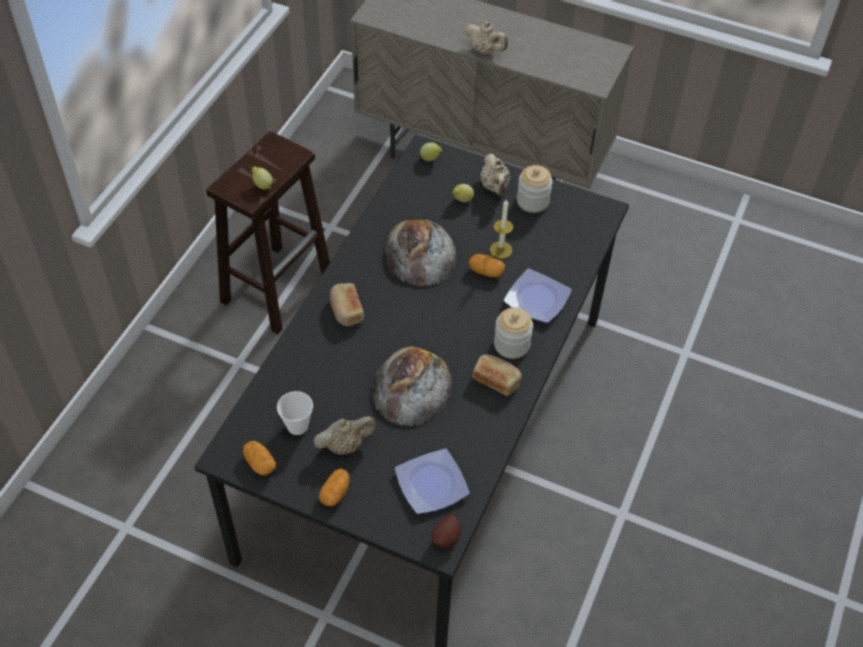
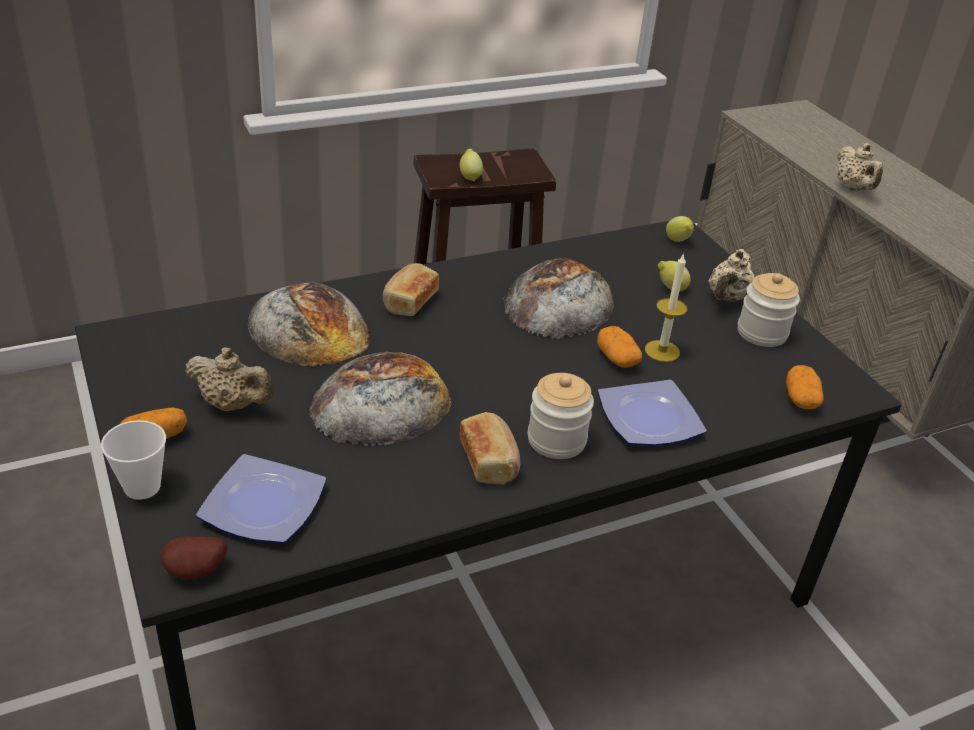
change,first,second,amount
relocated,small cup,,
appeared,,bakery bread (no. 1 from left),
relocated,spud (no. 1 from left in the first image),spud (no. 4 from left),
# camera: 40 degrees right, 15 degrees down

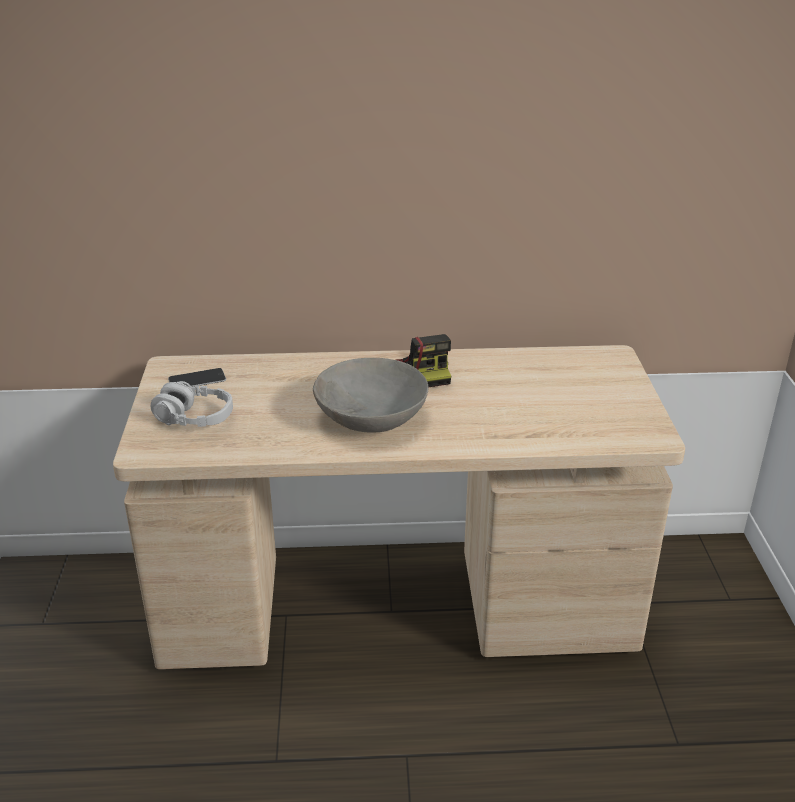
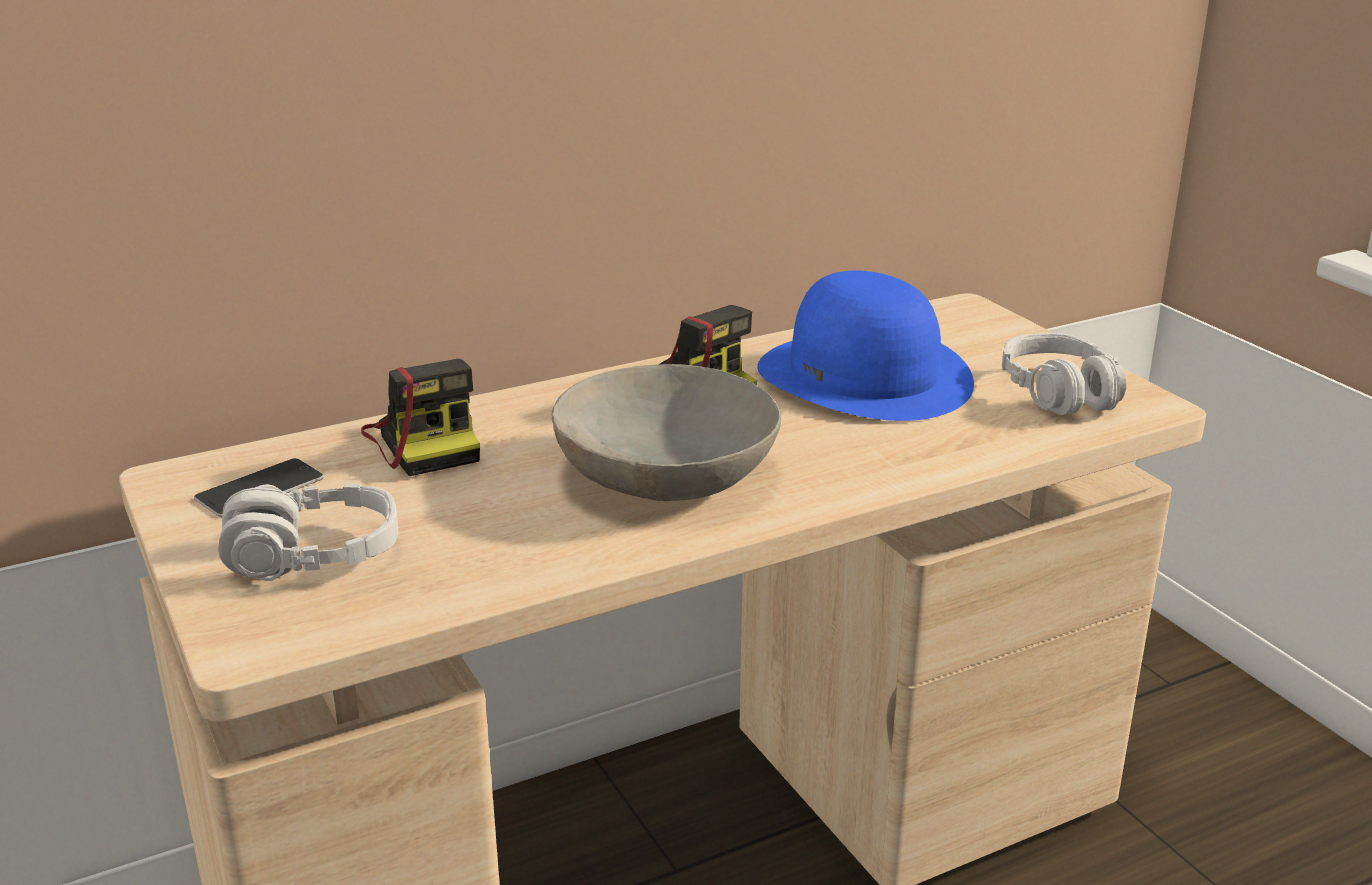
change,first,second,amount
appeared,,still camera (no. 1 from left),
appeared,,blue-coloured clothing hat,
appeared,,gray headphones (no. 2 from left),
# camera: 25 degrees left, 5 degrees down

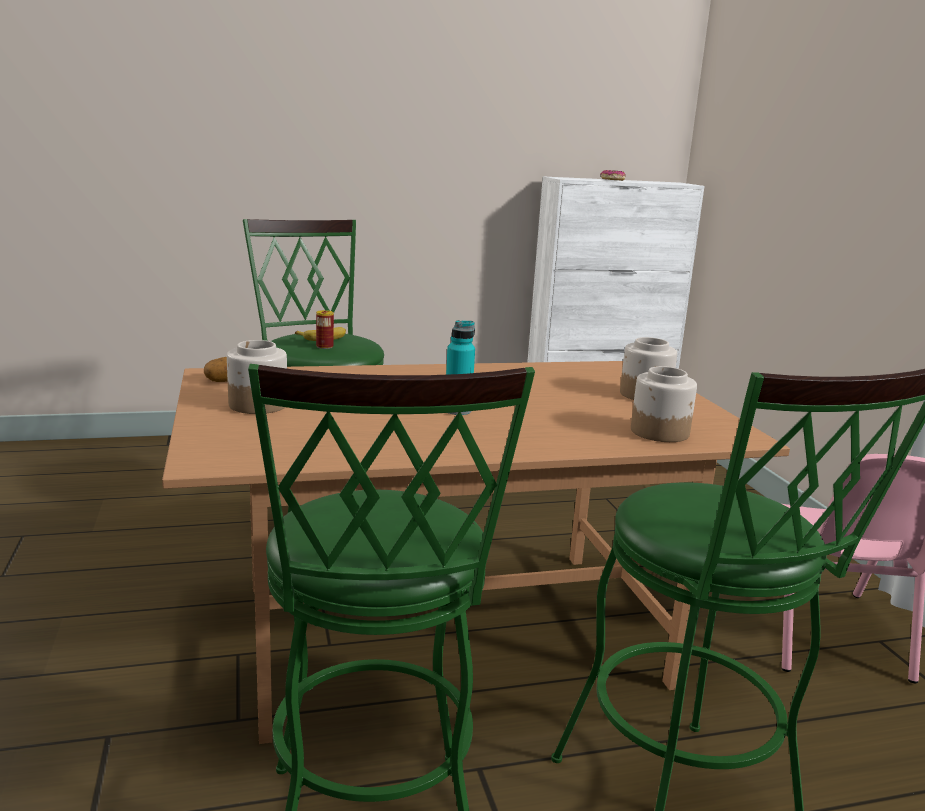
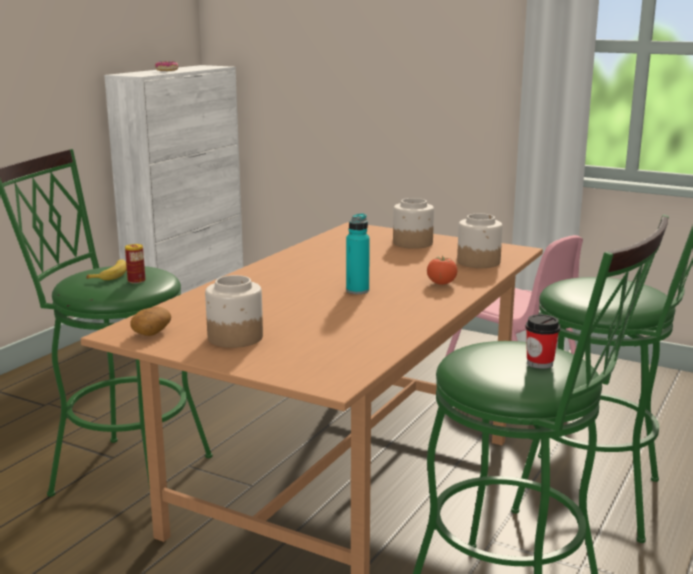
change,first,second,amount
appeared,,fresh tomato,
appeared,,small cup,
# camera: 45 degrees left, 0 degrees up

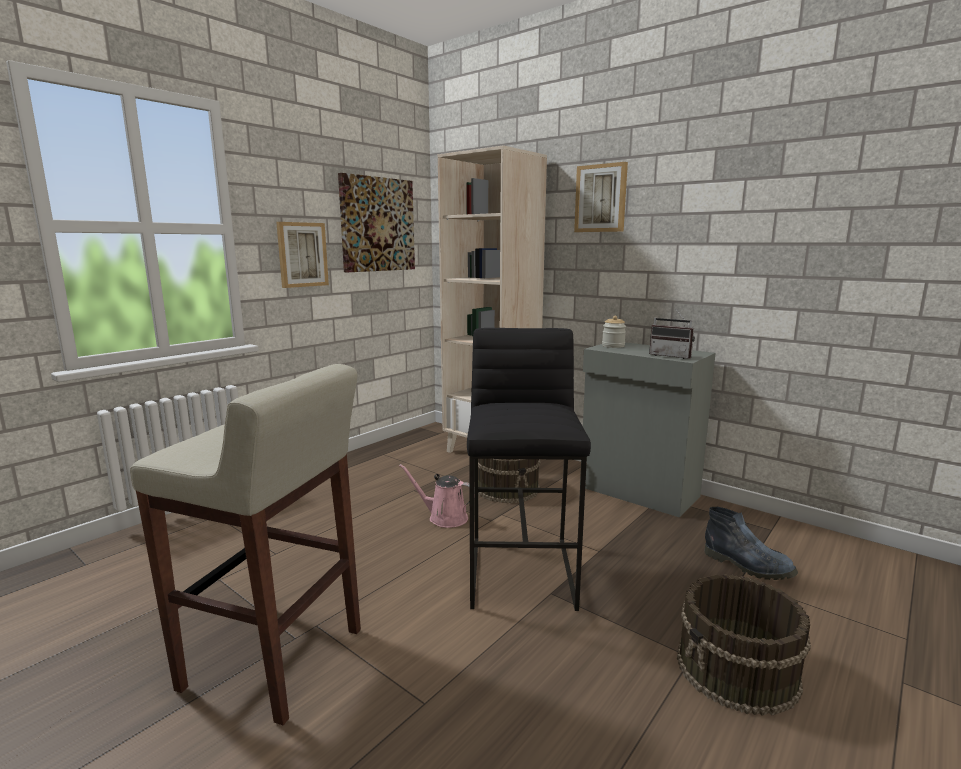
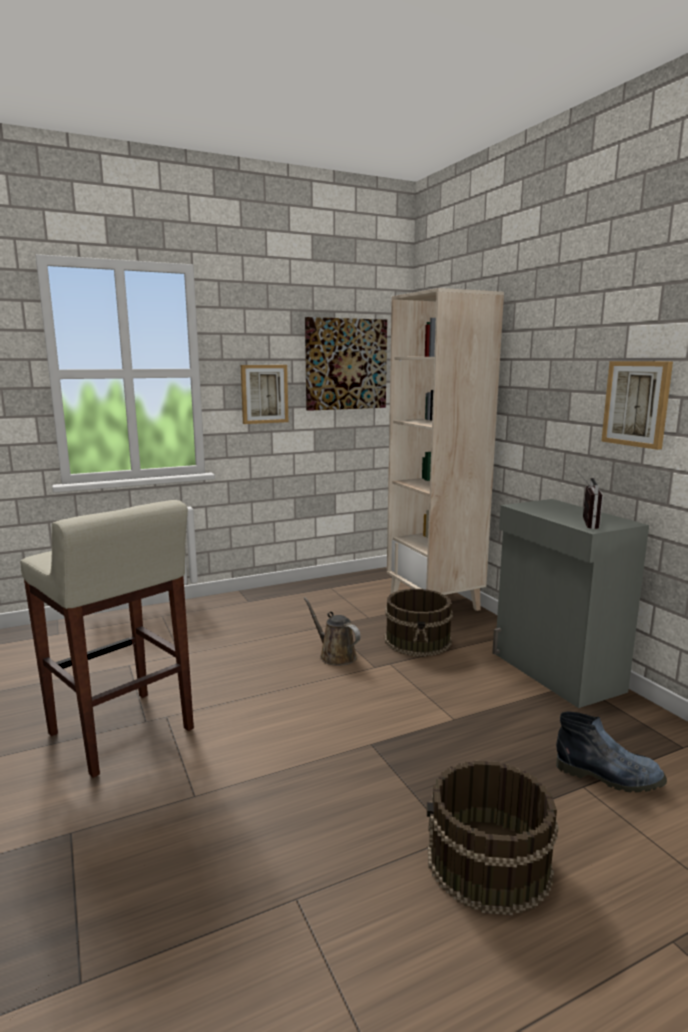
change,first,second,amount
colour,pinkish watering pot,brownish watering pot,
spun,high-top boot,,45 degrees counterclockwise
spun,radio,,135 degrees counterclockwise
relocated,picture (no. 3 from left),,
missing,black stool,,
missing,storage jar,,
# camera: 25 degrees right, 0 degrees up

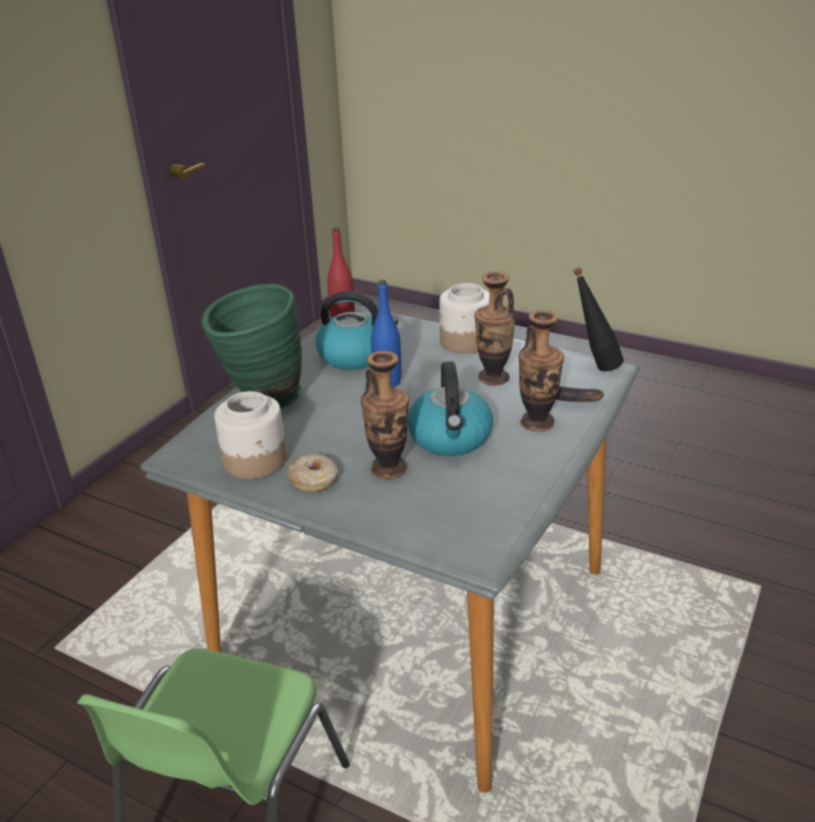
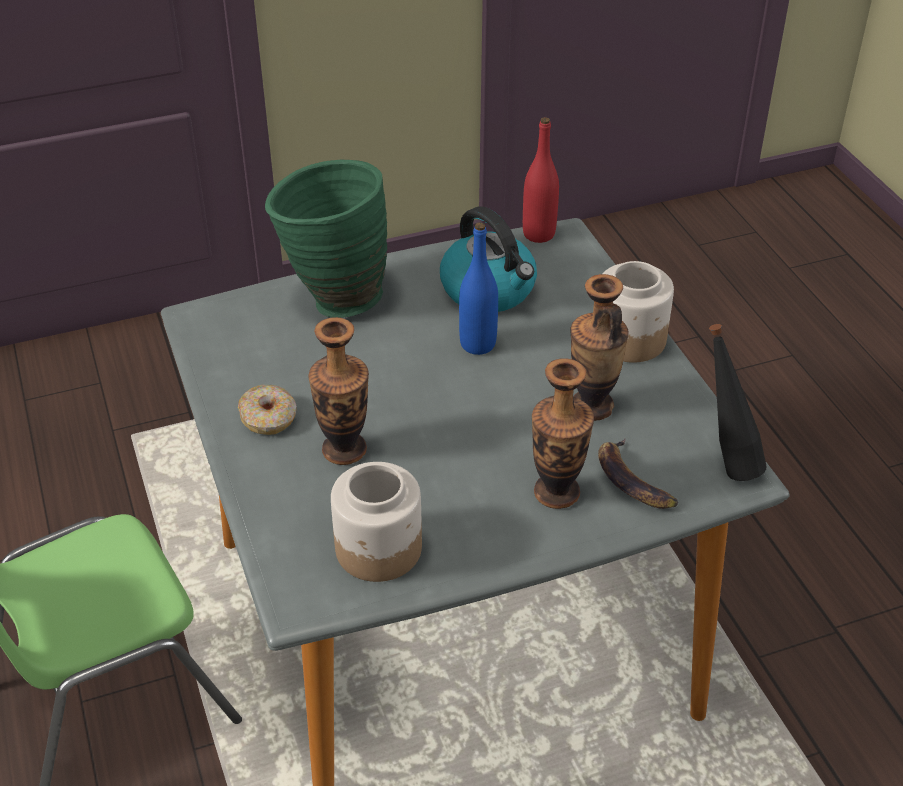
change,first,second,amount
relocated,storage jar (no. 1 from left),,
missing,kettle (no. 2 from left),,
# camera: 40 degrees right, 10 degrees up

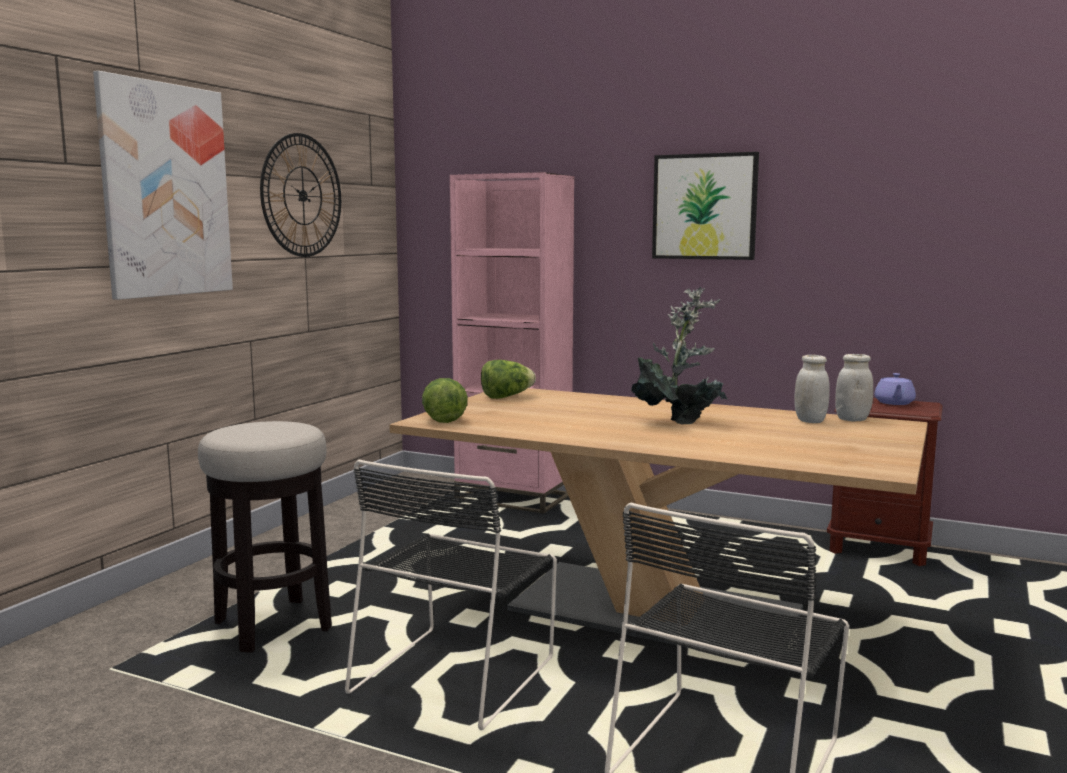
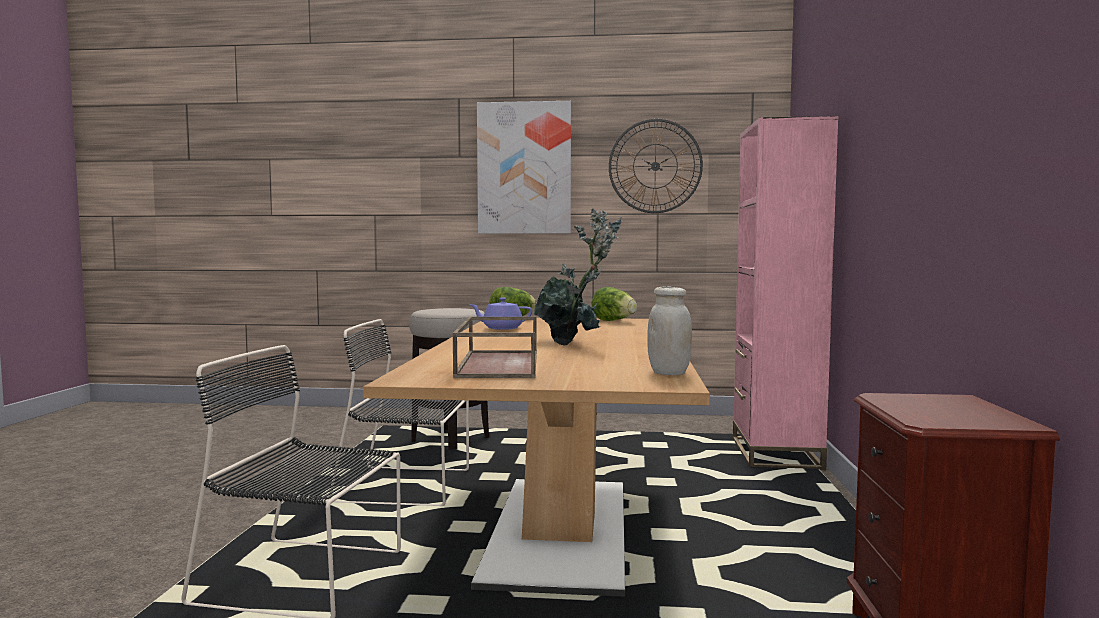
change,first,second,amount
appeared,,brownish tray,
relocated,purplish pot for tea,,
missing,picture (no. 2 from left),,
missing,white storage jar (no. 1 from left),,
# camera: 70 degrees right, 5 degrees down

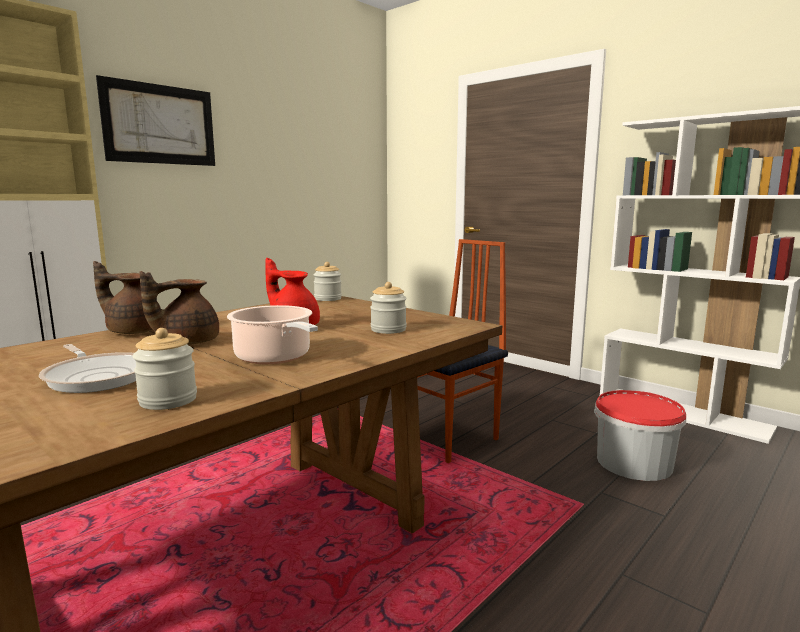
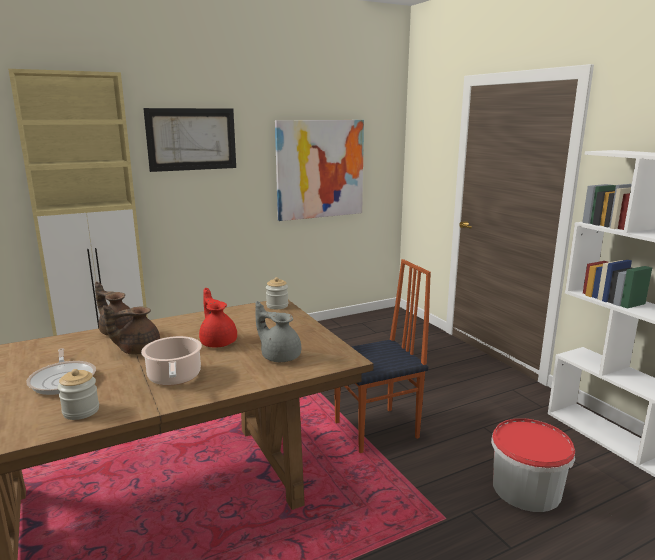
change,first,second,amount
exchanged,storage jar (no. 3 from left),gray pot for tea,
appeared,,picture (no. 2 from left),
# camera: 20 degrees right, 5 degrees up

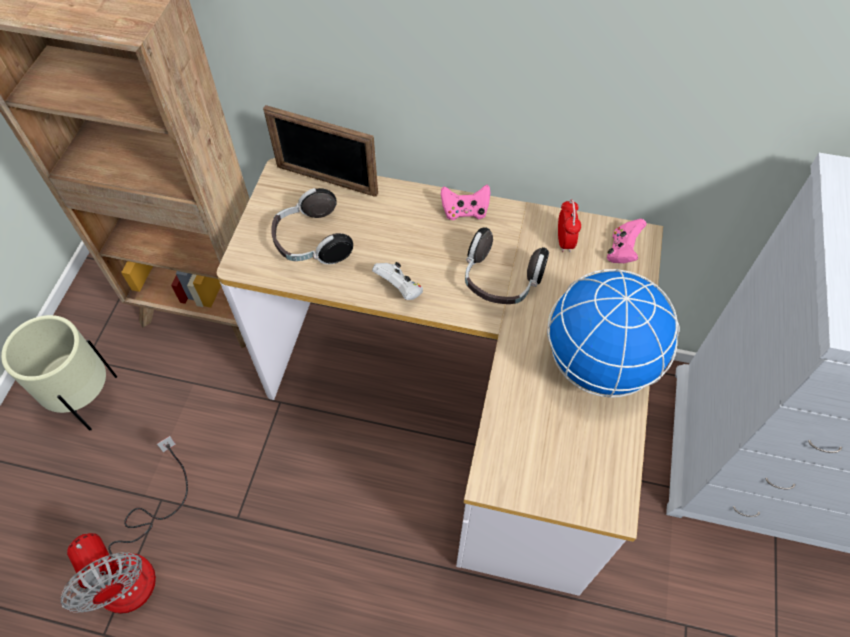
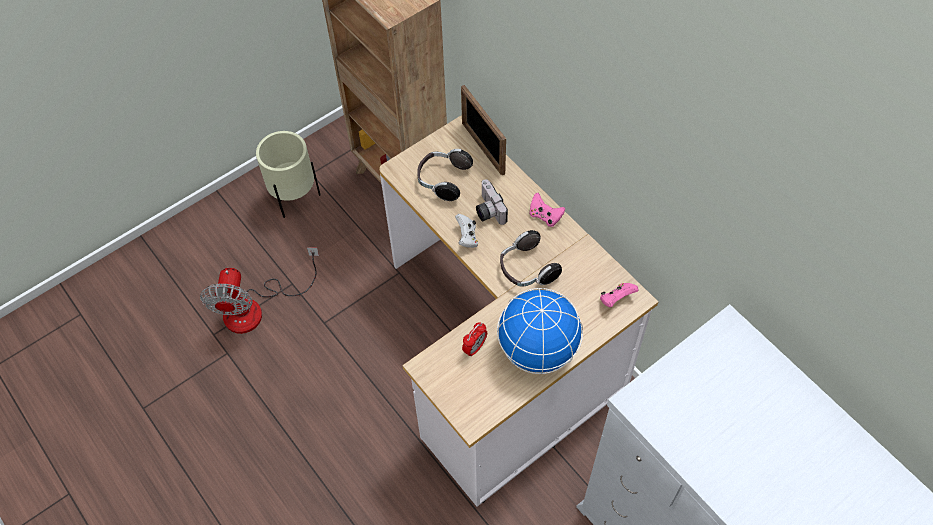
change,first,second,amount
relocated,alarm clock,,
appeared,,still camera,
# camera: 40 degrees right, 0 degrees up

